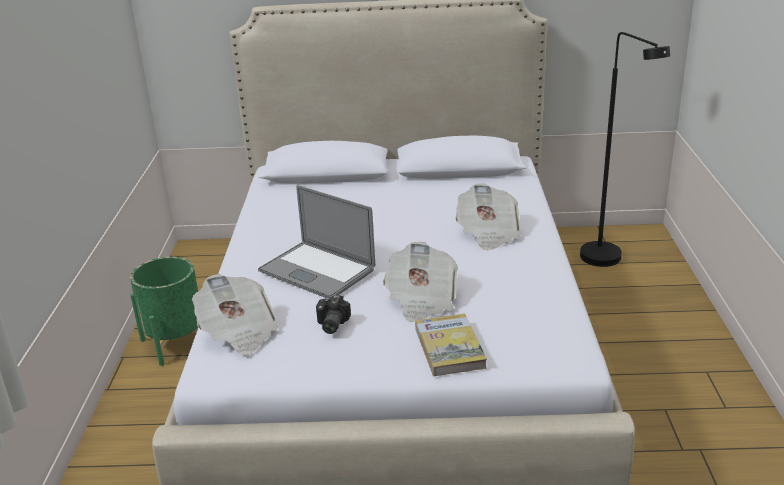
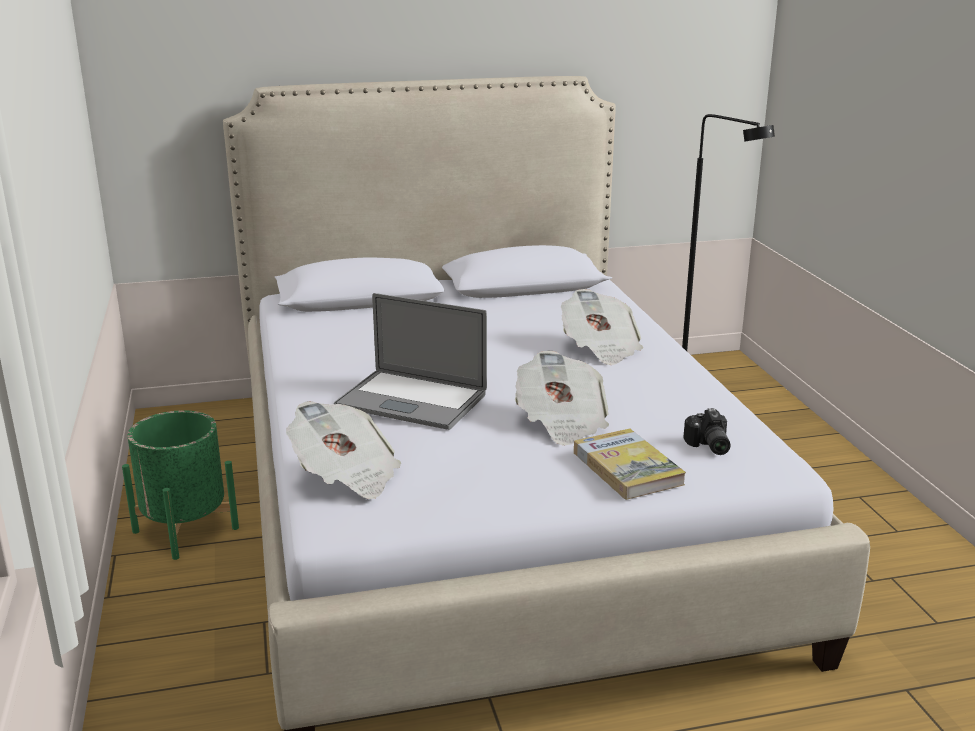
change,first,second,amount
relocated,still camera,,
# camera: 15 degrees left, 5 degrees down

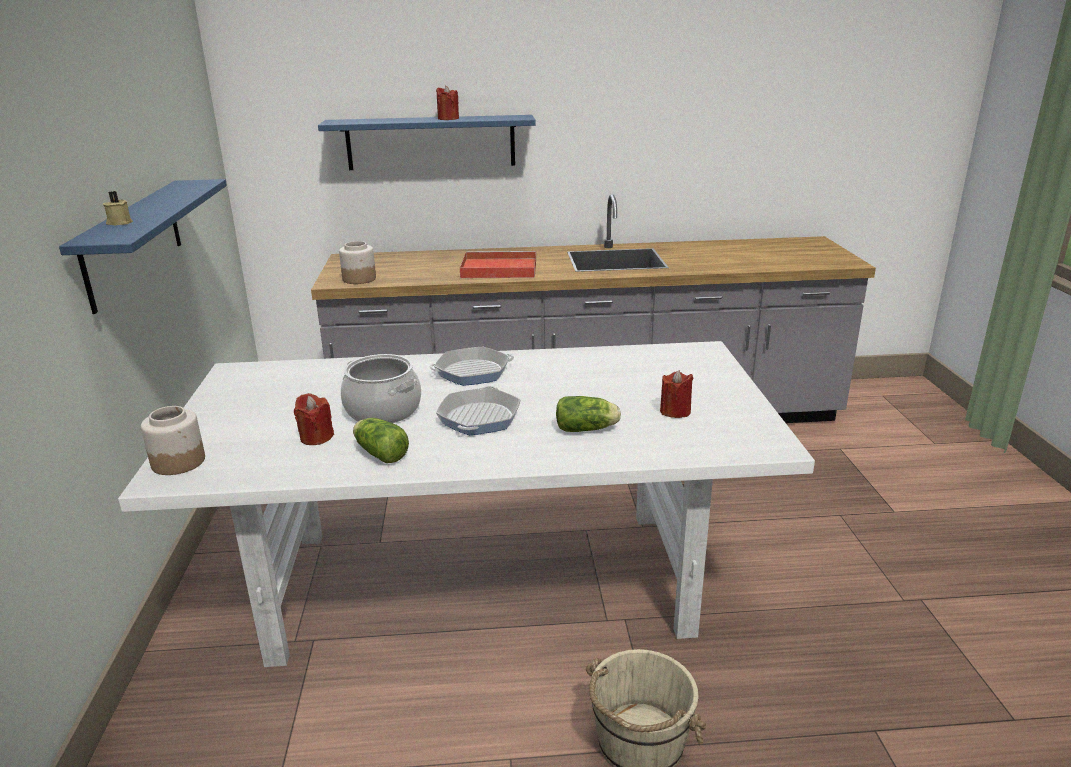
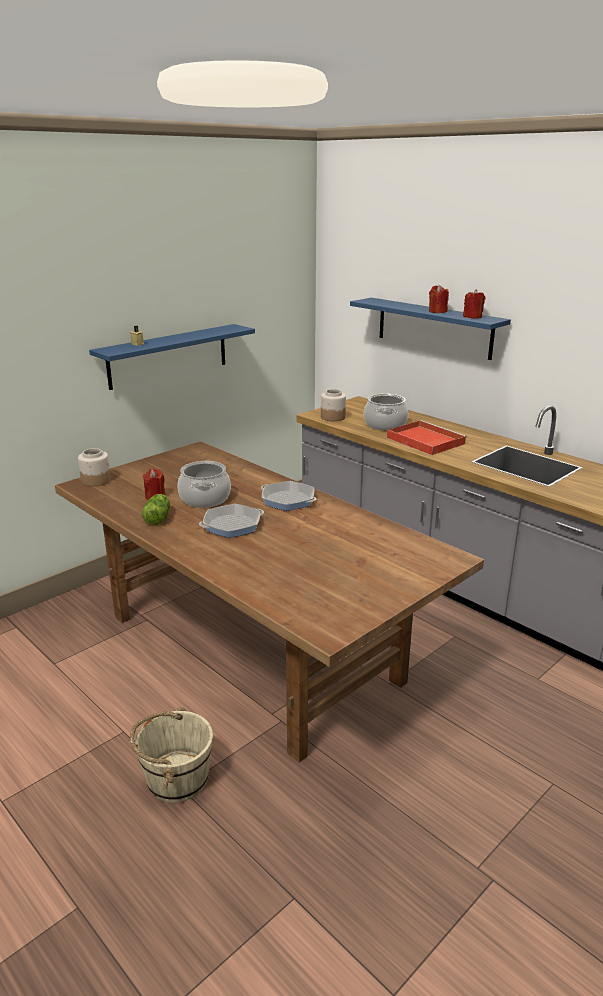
change,first,second,amount
colour,white dining table,brownish dining table,
appeared,,cooking pot (no. 2 from left),
relocated,red wax candle (no. 3 from left),,
missing,lettuce head (no. 2 from left),,
# camera: 50 degrees right, 0 degrees up

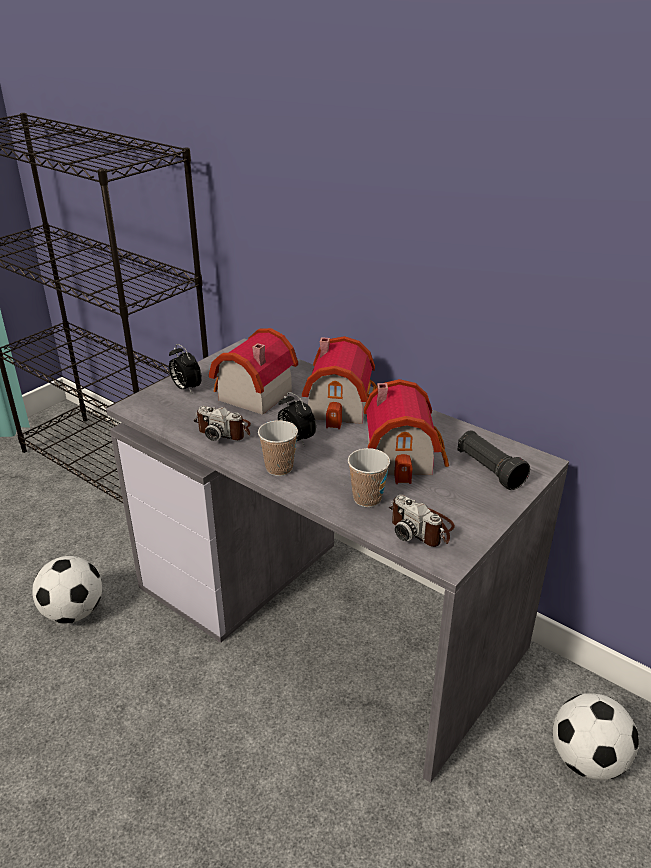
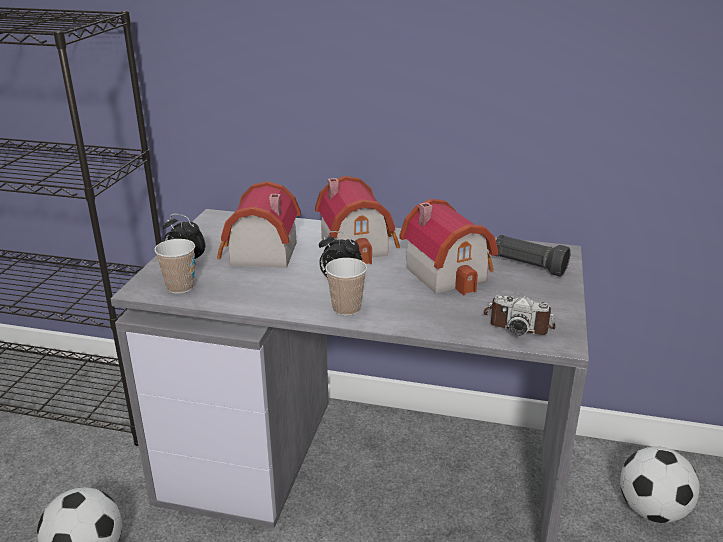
change,first,second,amount
relocated,small cup (no. 2 from left in the first image),small cup (no. 1 from left),
missing,still camera (no. 1 from left),,
# camera: 25 degrees left, 5 degrees down

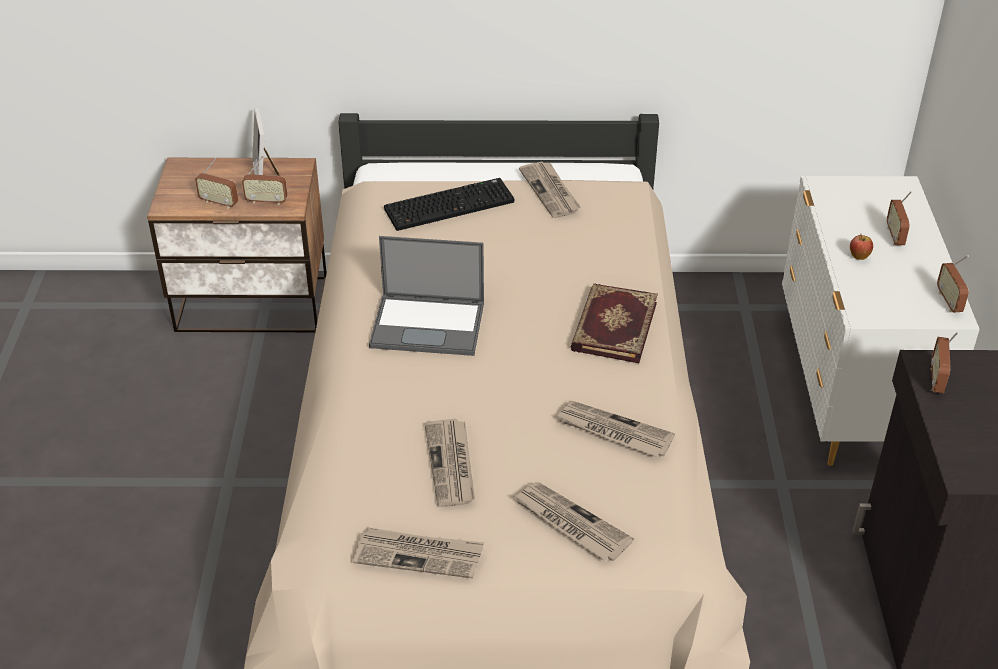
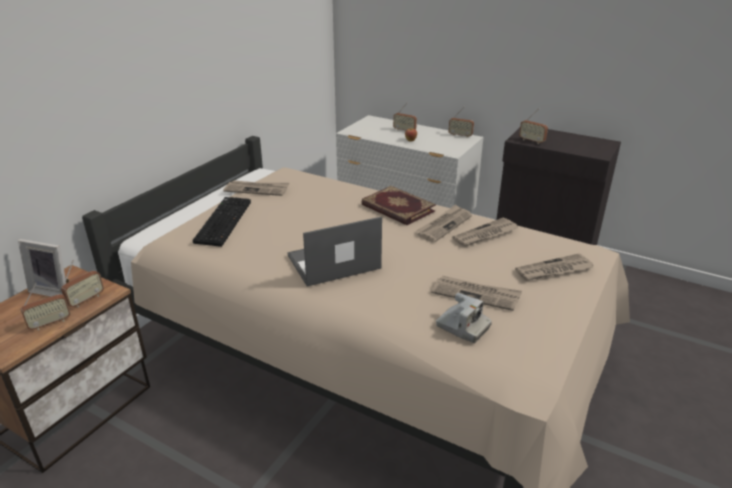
change,first,second,amount
spun,laptop,,150 degrees counterclockwise
relocated,printed paper (no. 1 from left in the first image),printed paper (no. 2 from left),
appeared,,still camera,
# camera: 60 degrees left, 10 degrees down

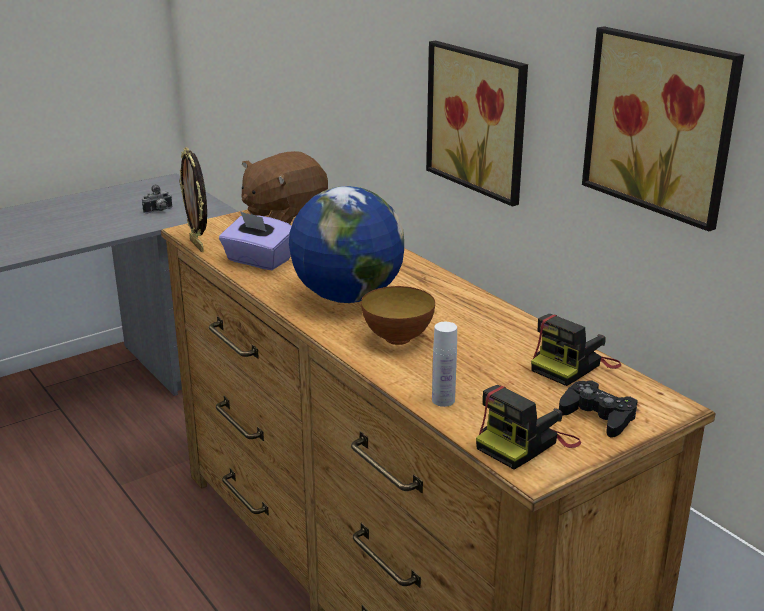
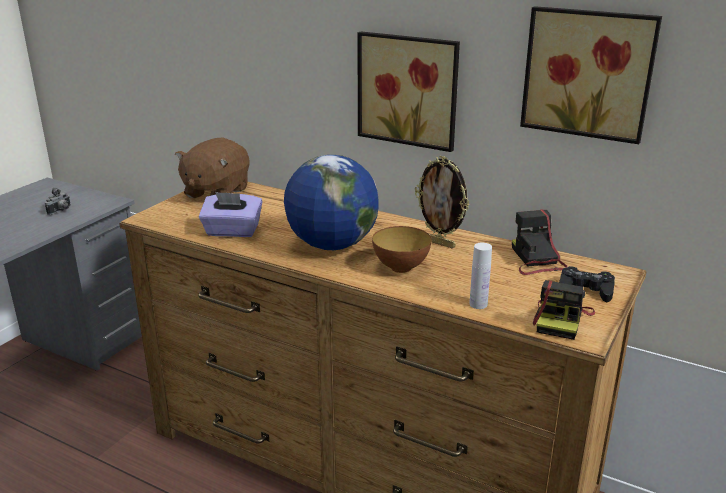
change,first,second,amount
relocated,picture frame,,
spun,still camera (no. 3 from left in the first image),still camera (no. 2 from left),150 degrees clockwise
# camera: 25 degrees left, 0 degrees up

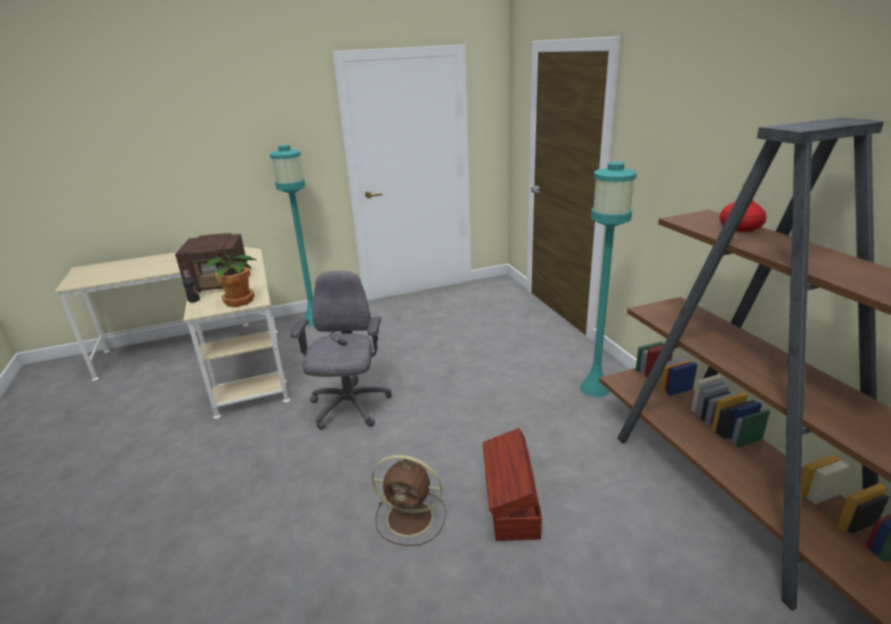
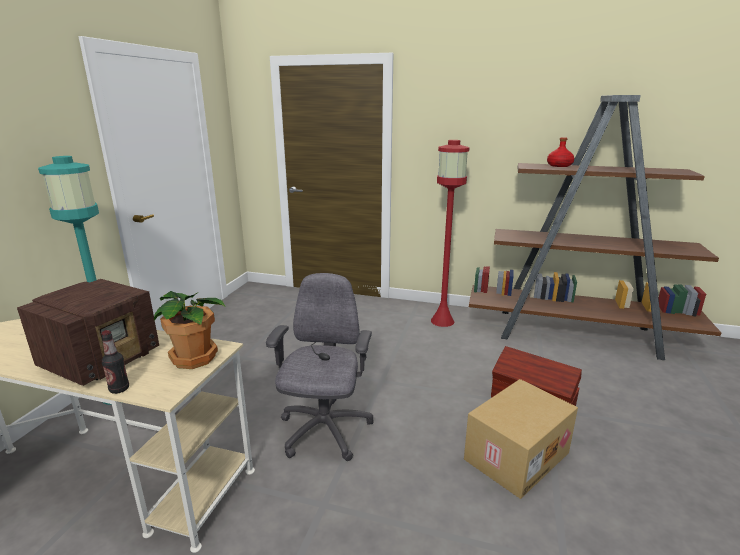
change,first,second,amount
spun,gray office chair,,60 degrees clockwise
colour,blue-green standard lamp (no. 2 from left),red standard lamp,
exchanged,brownish fan,carton,
# camera: 55 degrees left, 5 degrees down

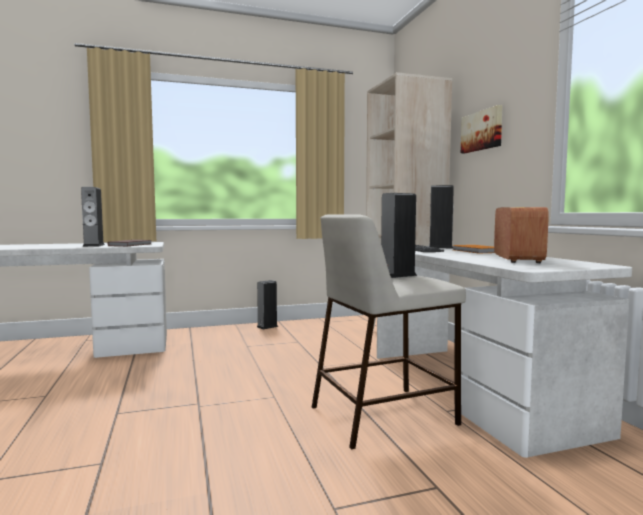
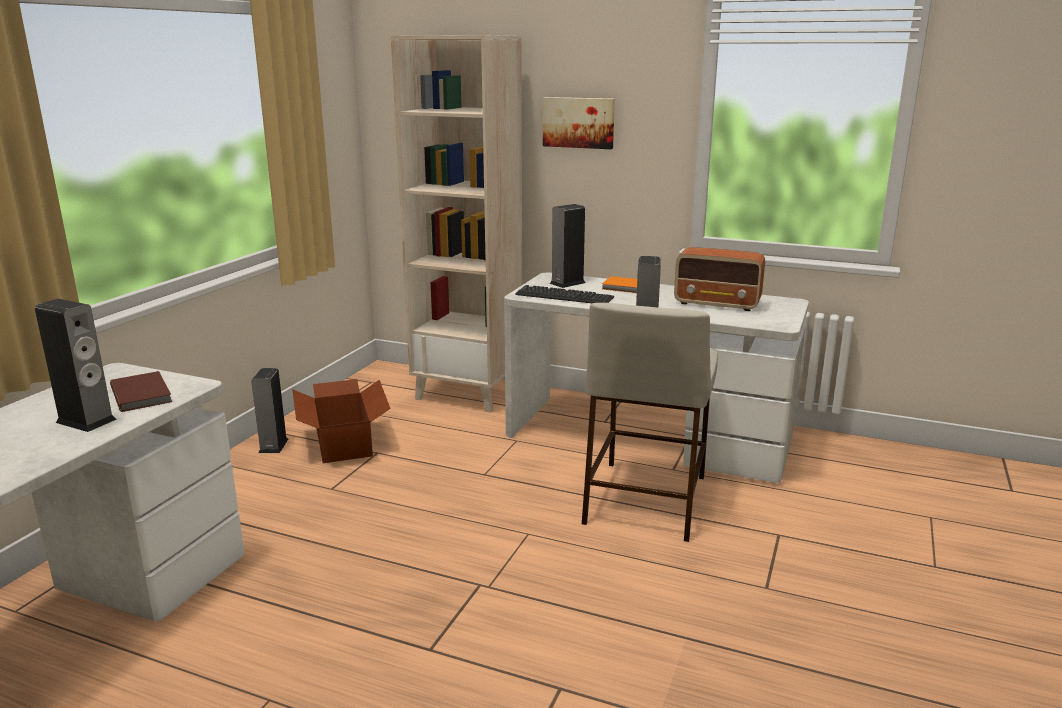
change,first,second,amount
appeared,,carton,
spun,radio,,150 degrees clockwise
# camera: 50 degrees left, 15 degrees up

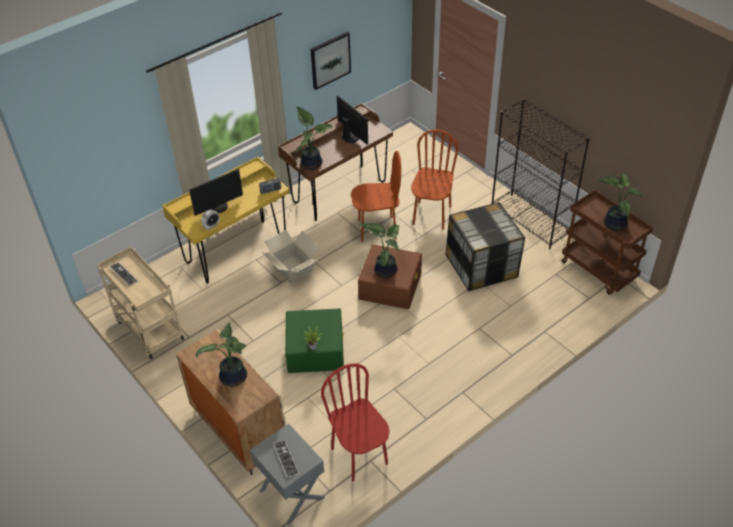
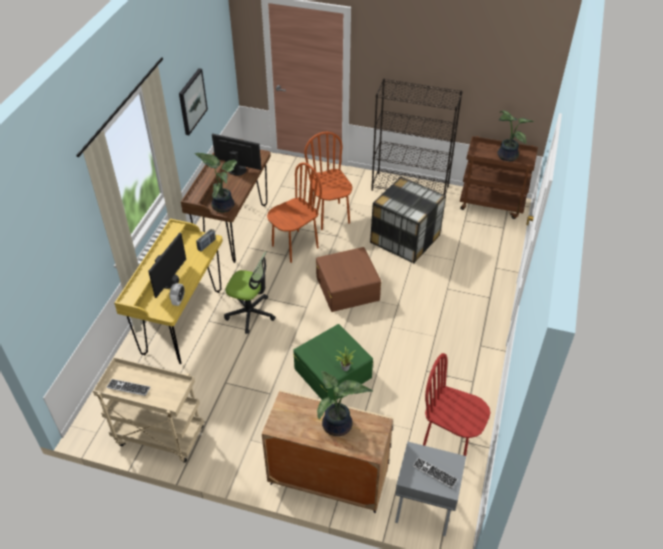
change,first,second,amount
exchanged,carton,office chair,
missing,houseplant (no. 4 from left),,
# camera: 35 degrees left, 0 degrees up

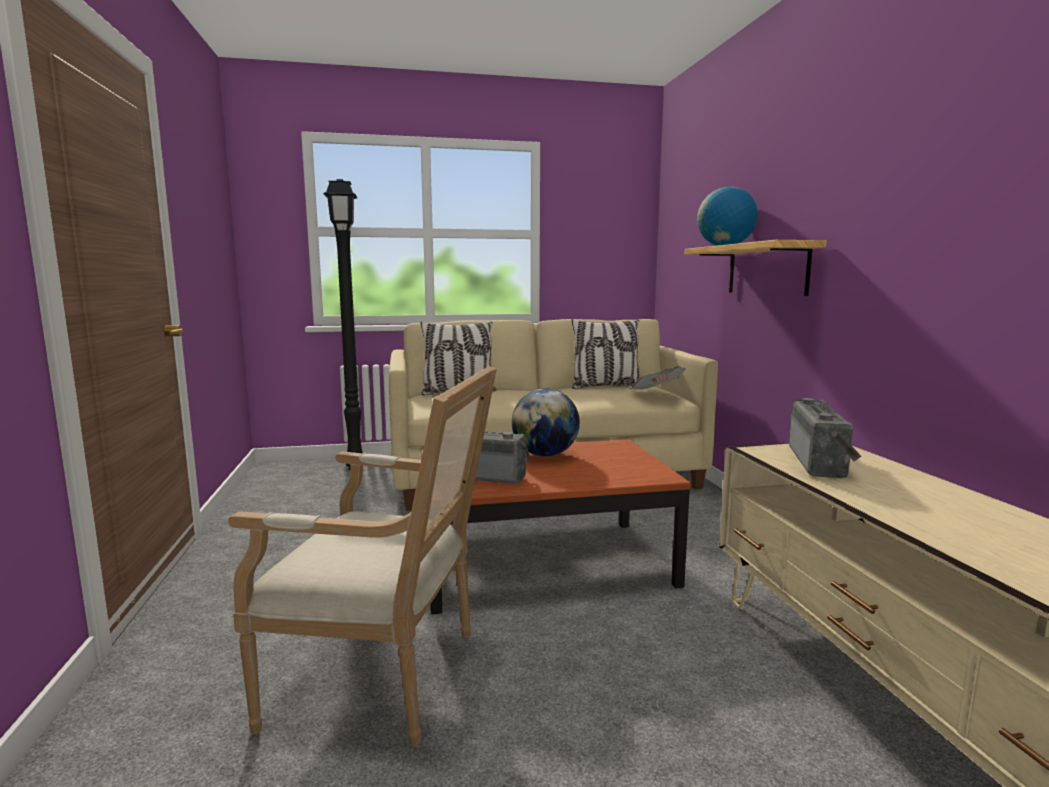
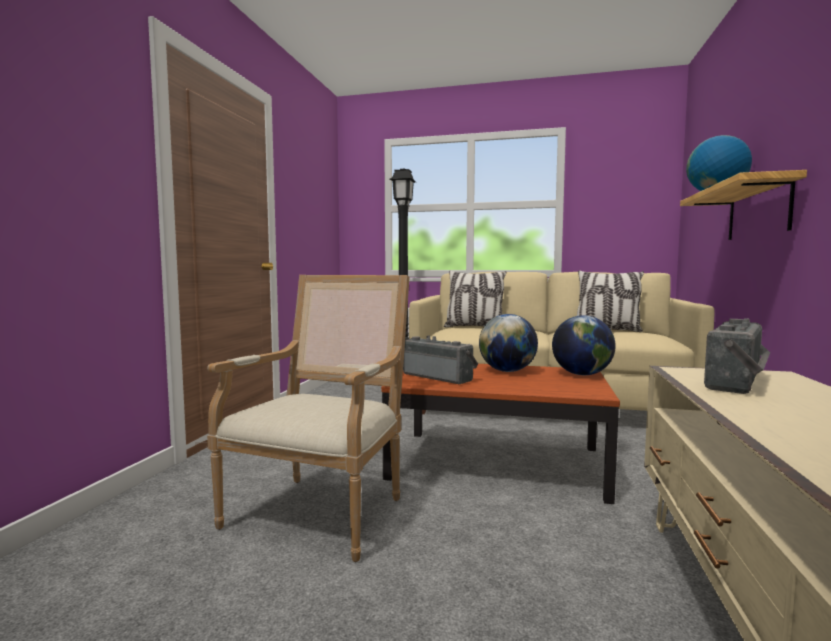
change,first,second,amount
spun,lounge chair,,105 degrees counterclockwise
appeared,,world globe (no. 2 from left),
missing,printed paper,,
# camera: 25 degrees right, 5 degrees down

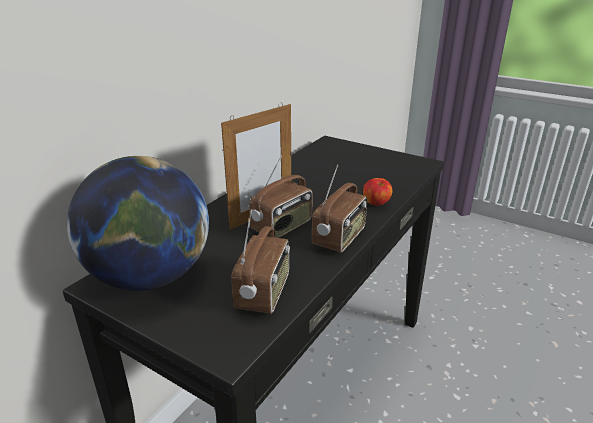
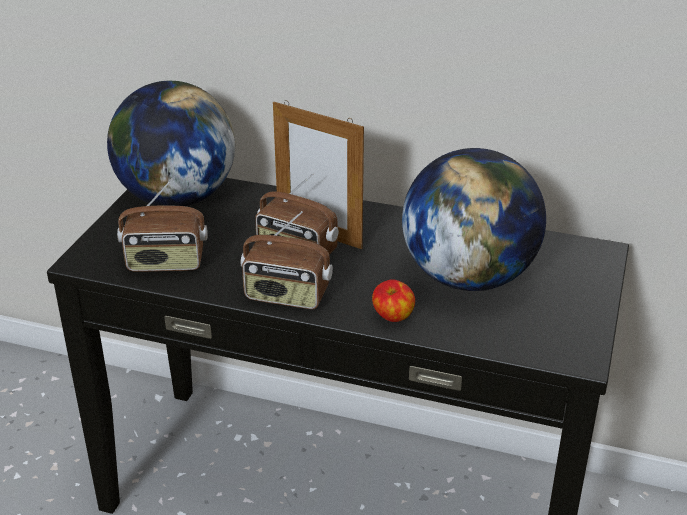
change,first,second,amount
appeared,,world globe (no. 2 from left),
# camera: 75 degrees right, 5 degrees up

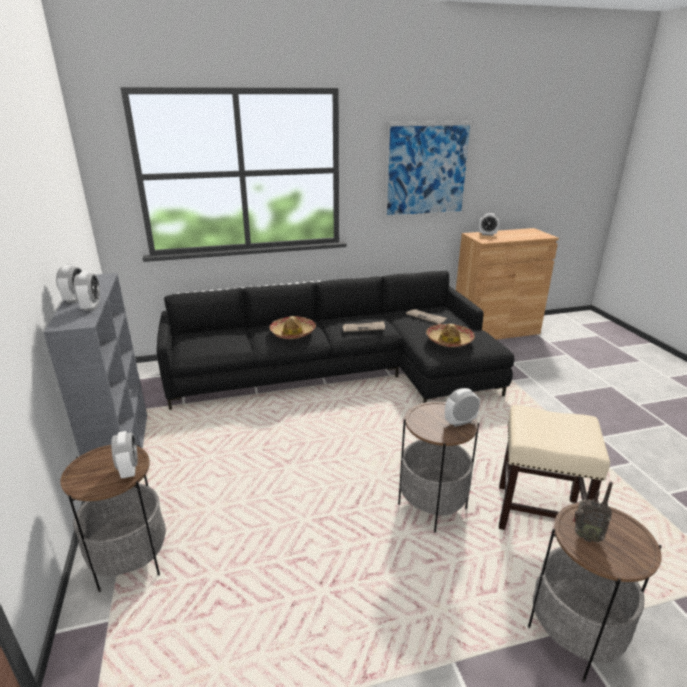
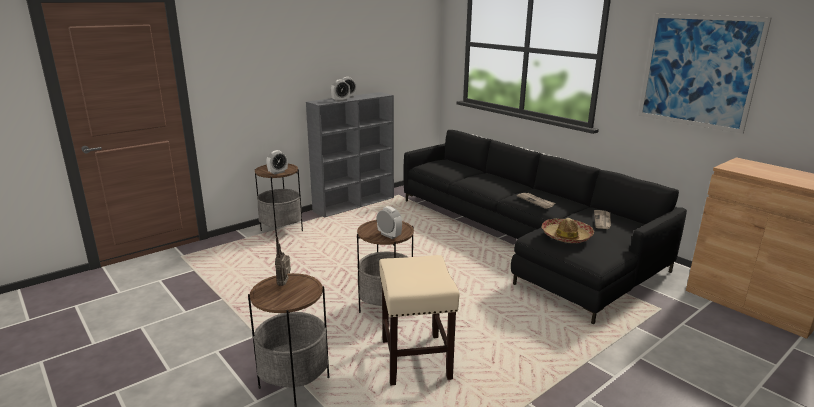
change,first,second,amount
missing,clothing hat (no. 1 from left),,
missing,alarm clock (no. 5 from left),,
# camera: 65 degrees right, 5 degrees down

